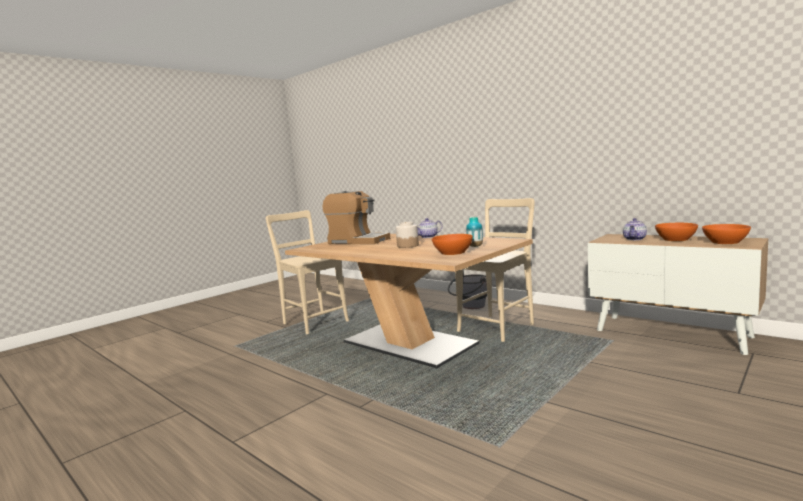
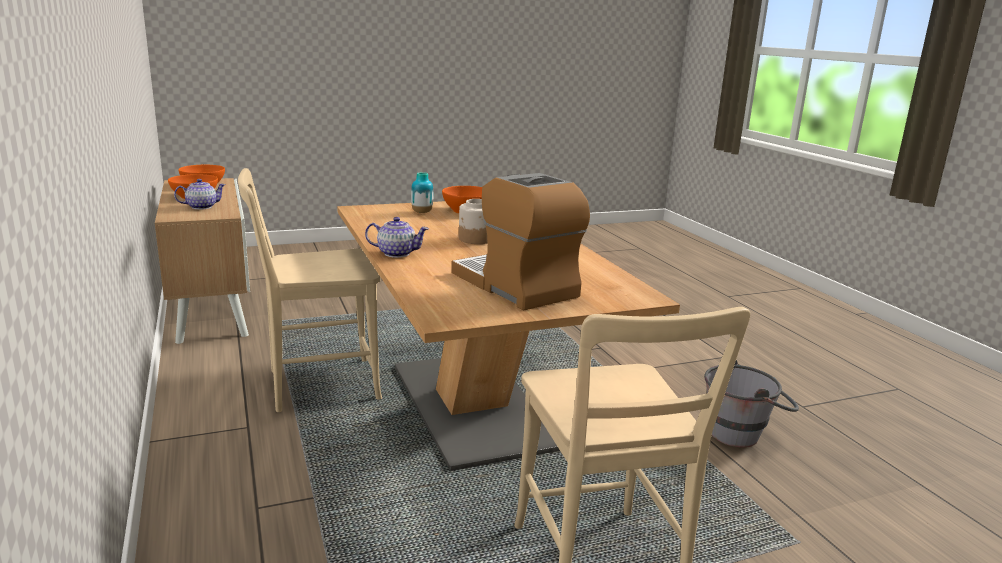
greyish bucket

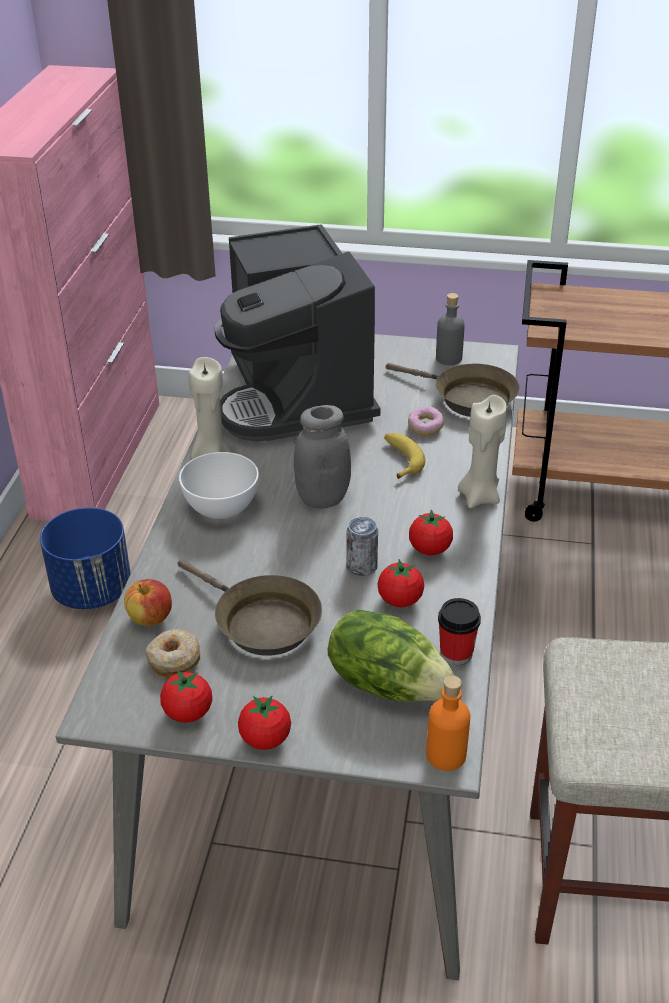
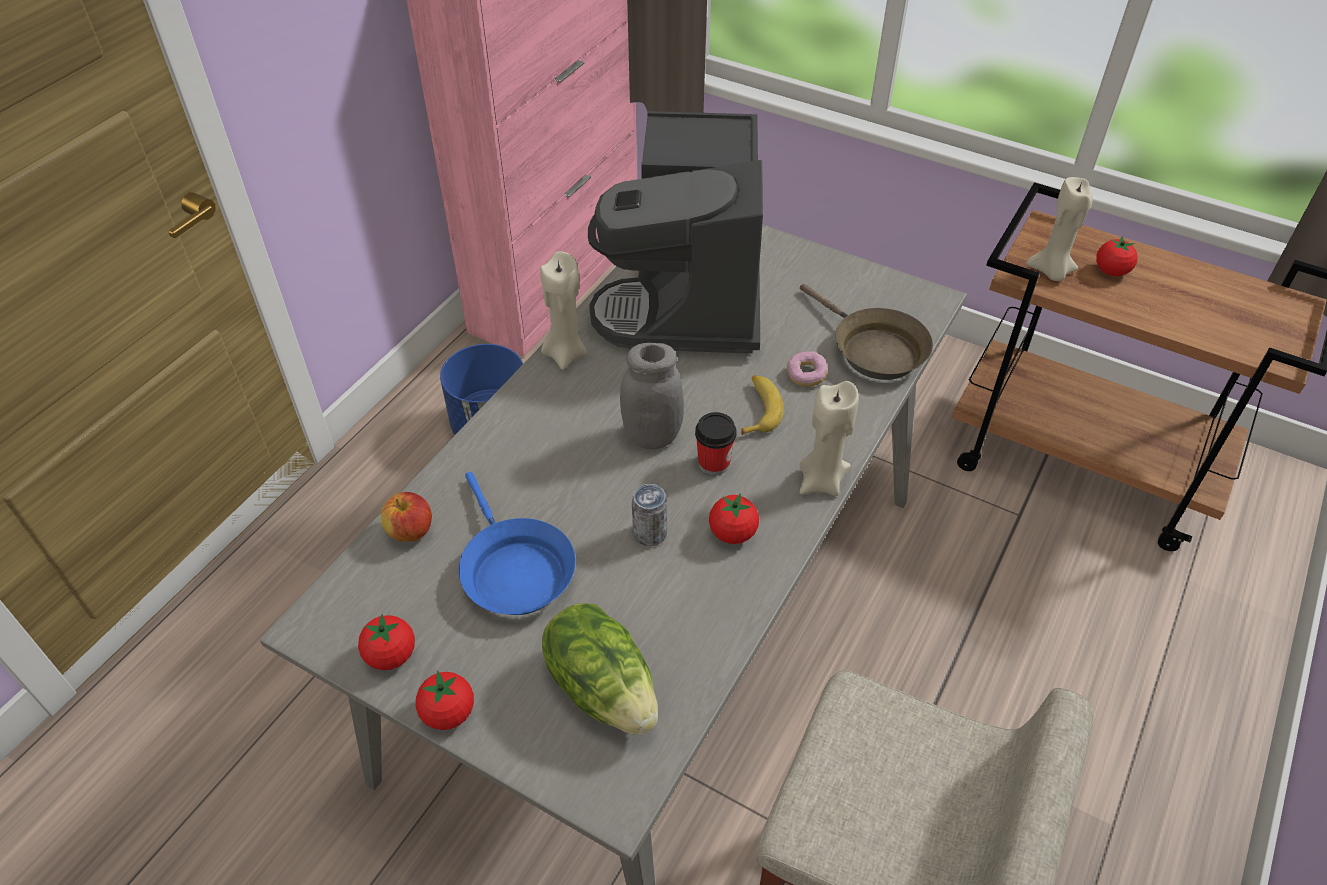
greyish beverage bottle; white serving bowl; blue pan; tomato (4th from left); cup; doughnut (1st from left in the first image); orangey beverage bottle; sand-coloured wax light (3rd from left)

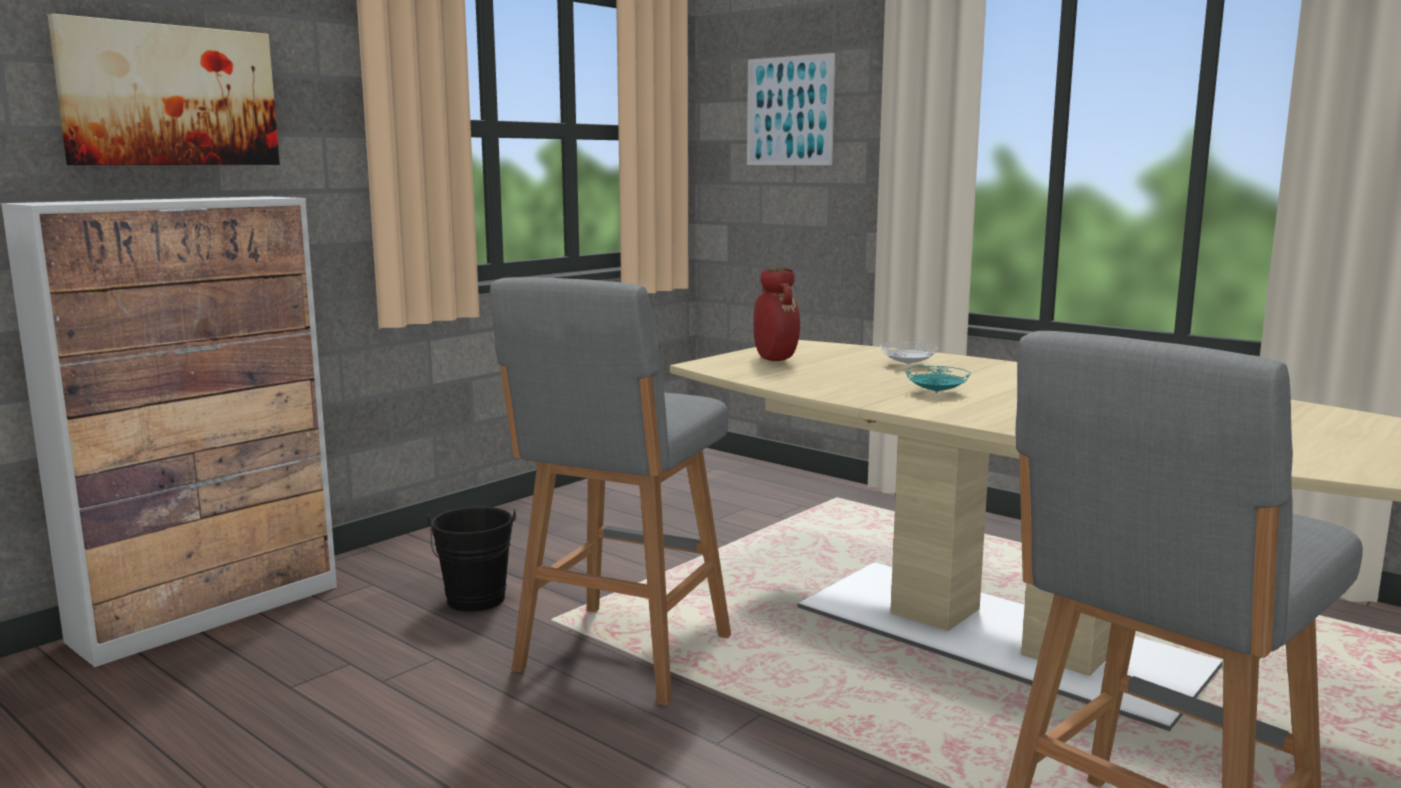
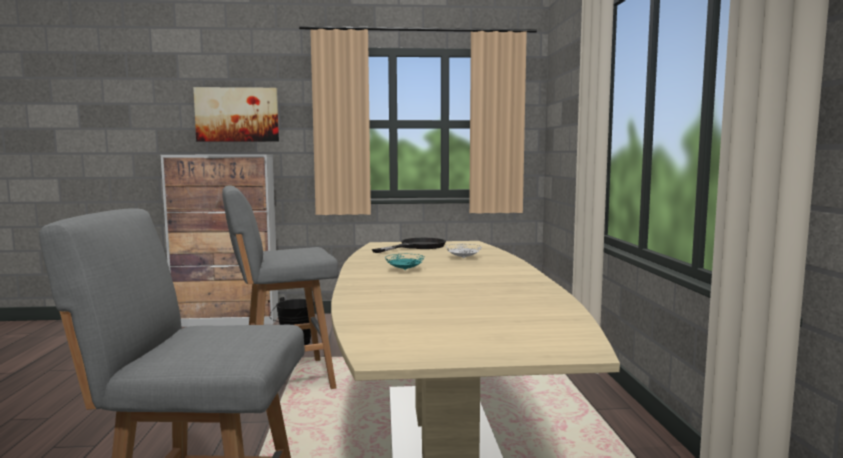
wall art (2nd from left in the first image); black pan

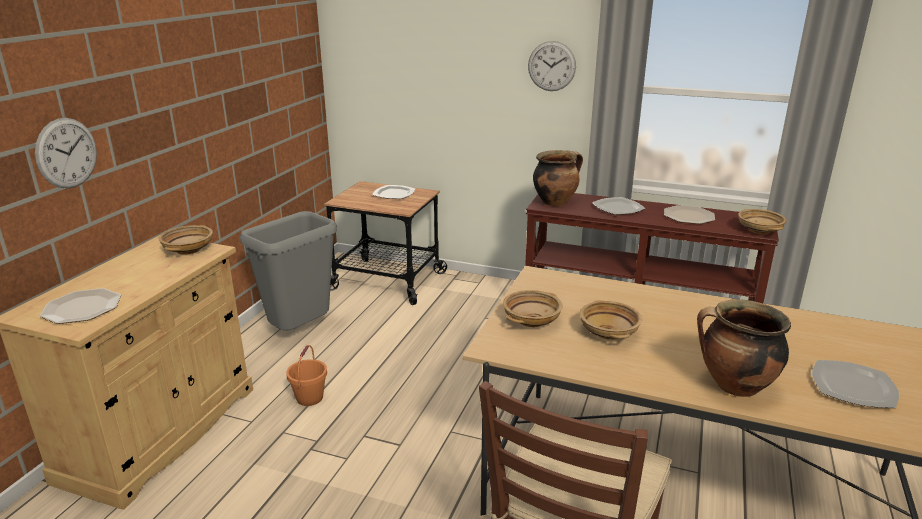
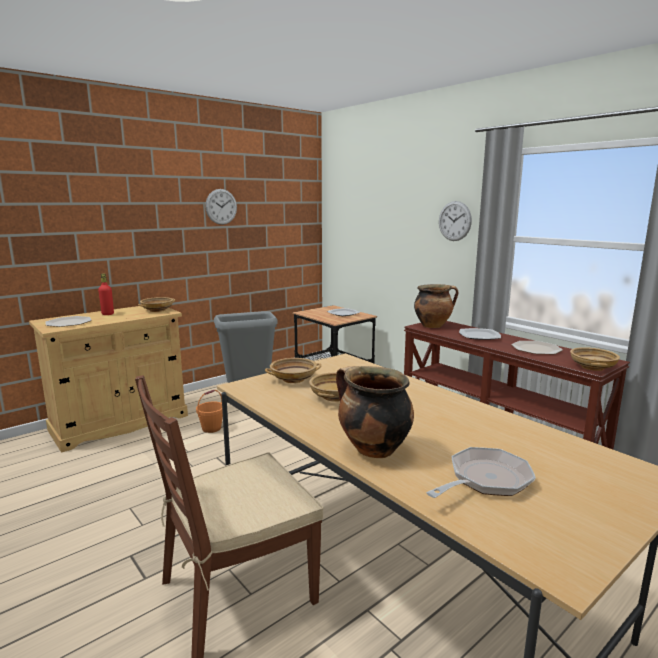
clock on the wall (1st from left); pan; reddish beverage bottle

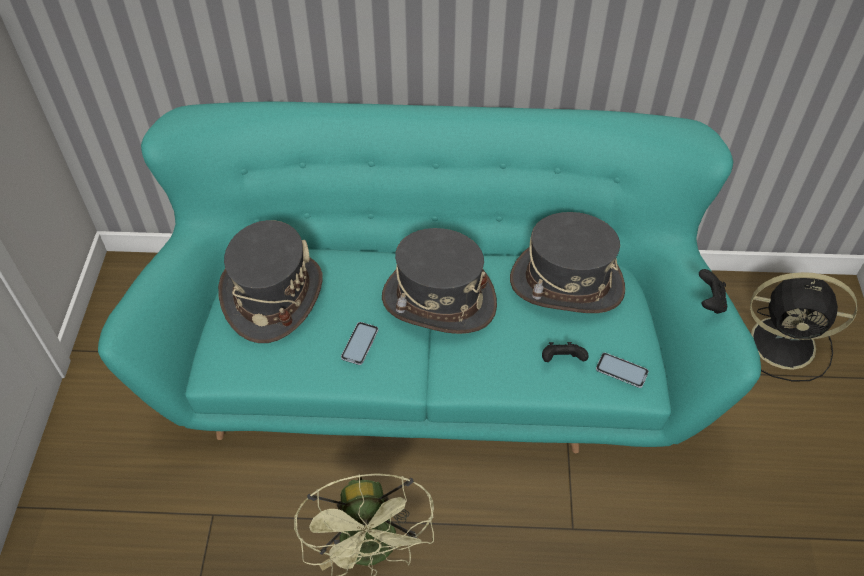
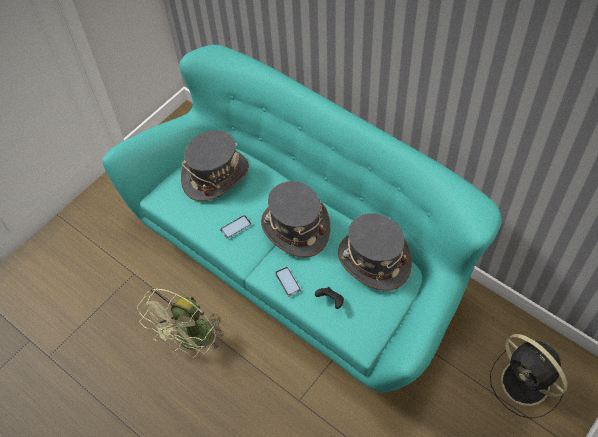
black gamepad (2nd from left in the first image); phone (2nd from left)

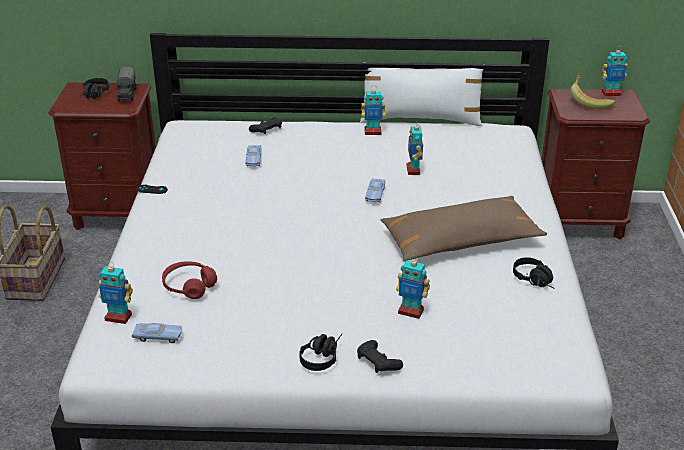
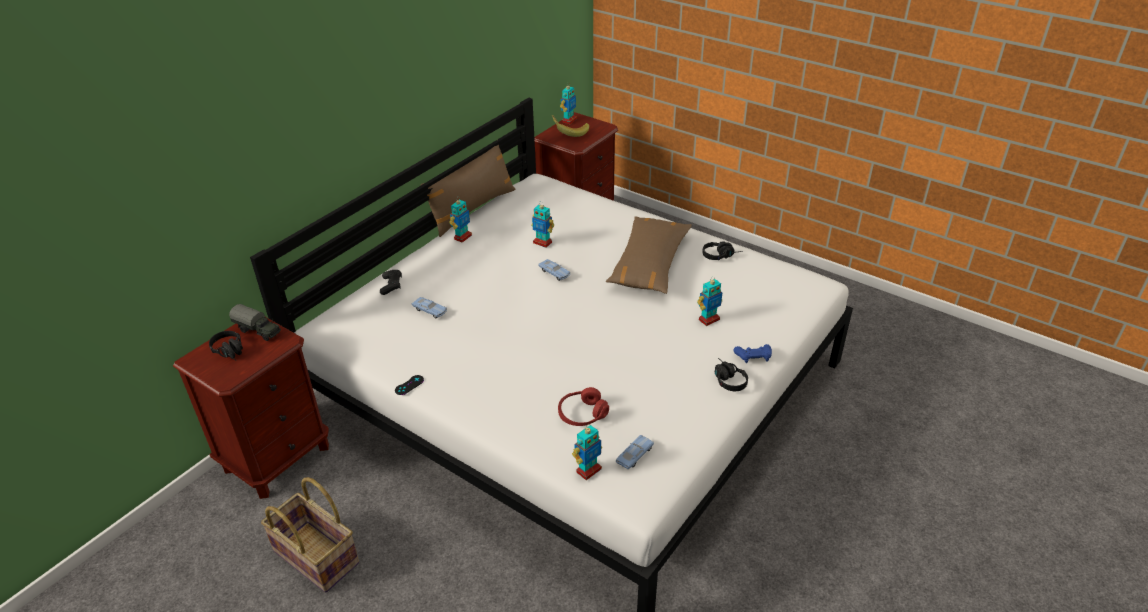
brown throw pillow (1st from left); blue gamepad

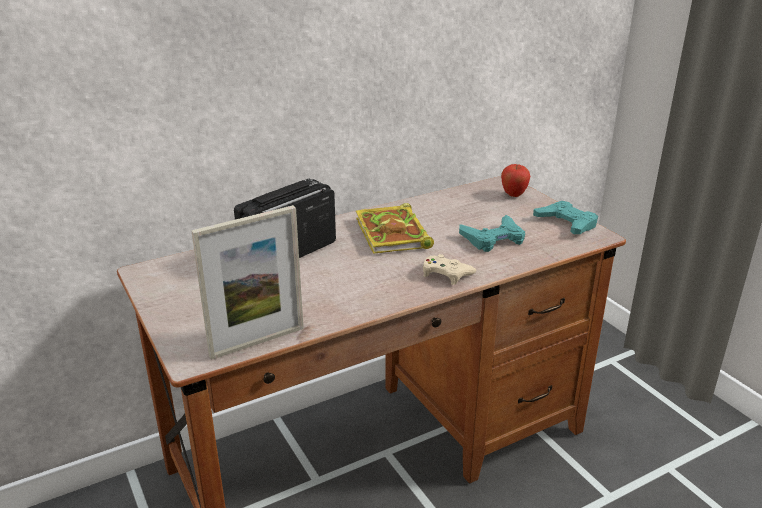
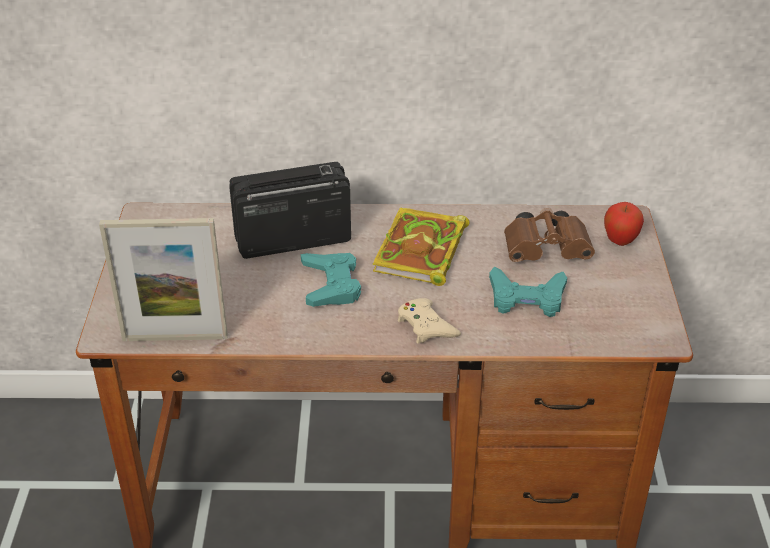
blue-green gamepad (1st from left); brown binoculars

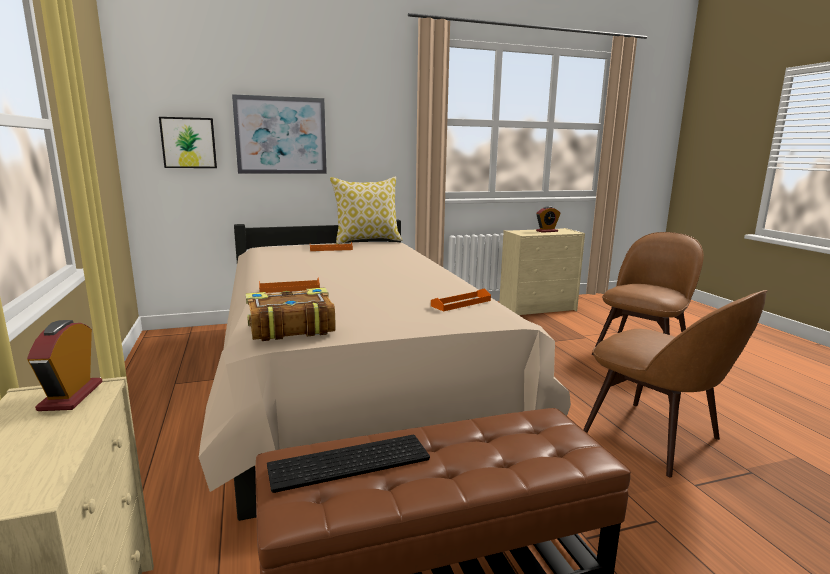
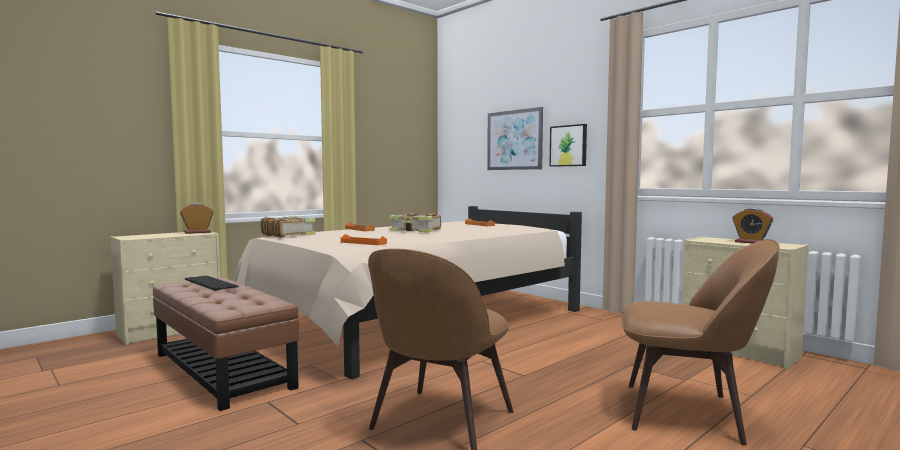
wall art (2nd from left); throw pillow; volume (2nd from left)

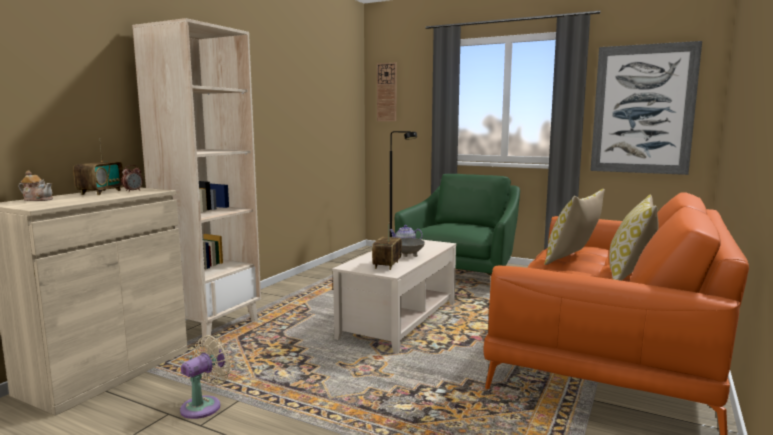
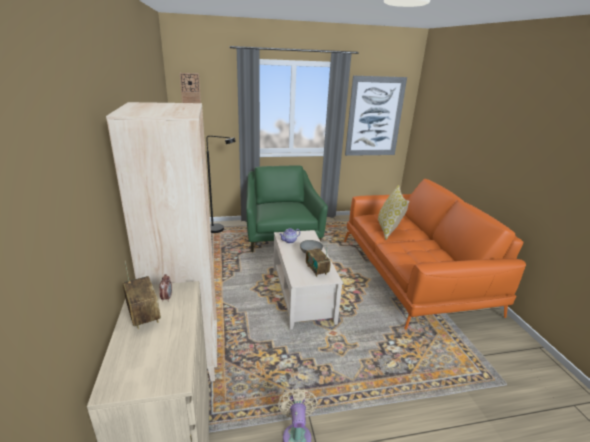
teapot (1st from left in the first image); throw pillow (2nd from left in the first image)

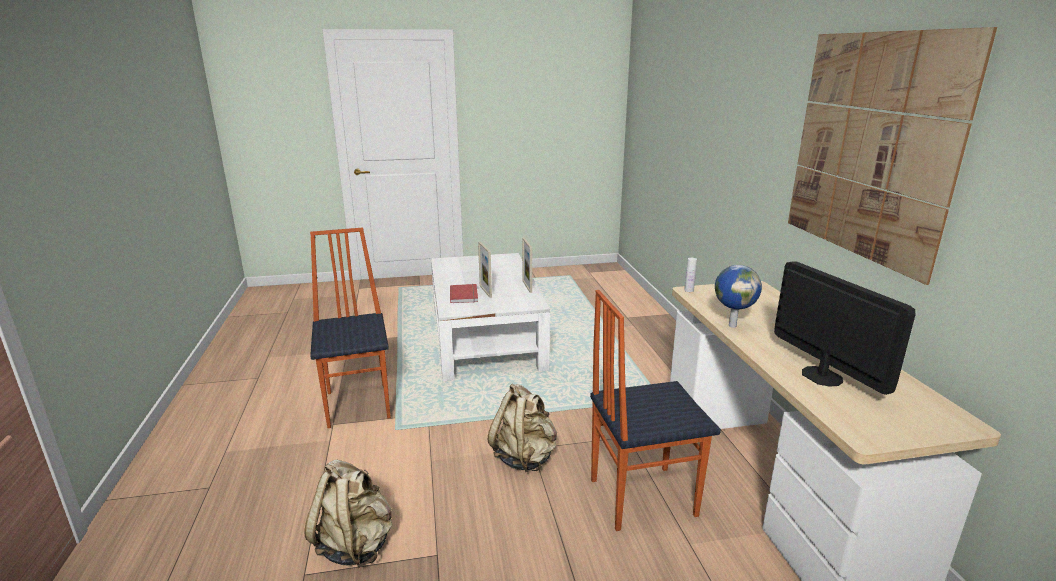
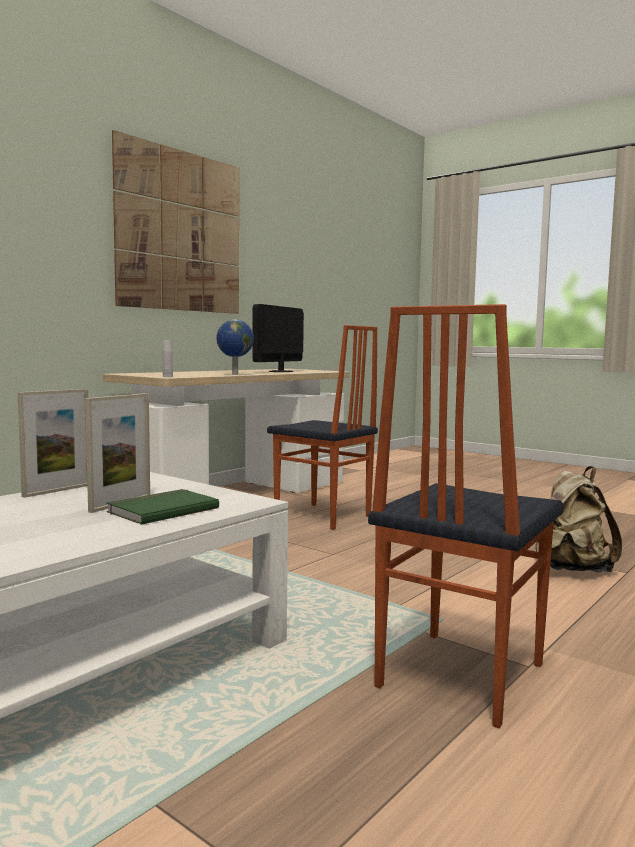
green-coloured volume; sand-coloured backpack (2nd from left in the first image)

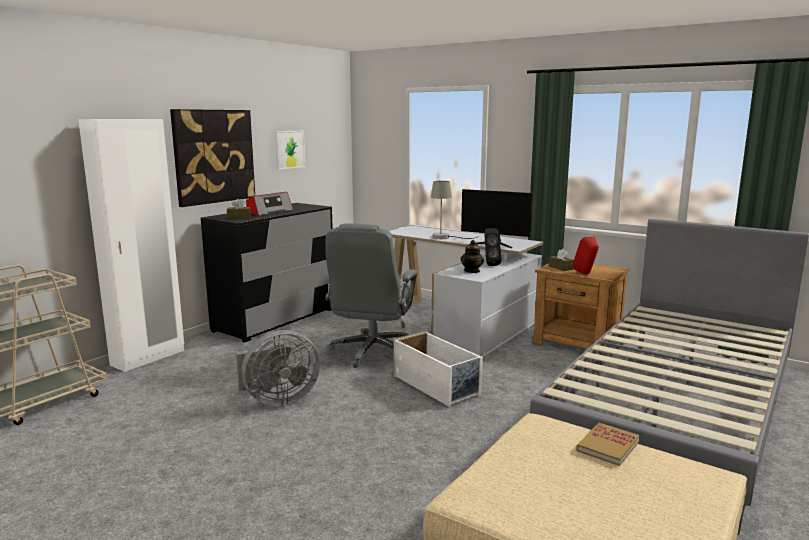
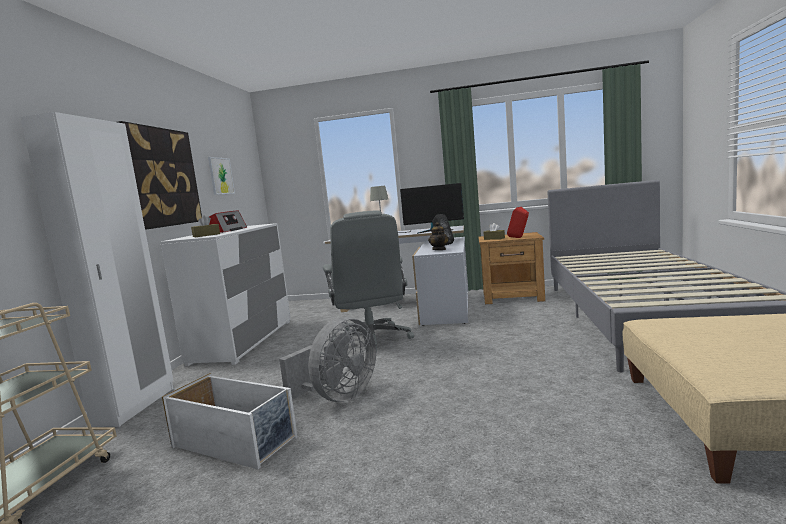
white chest of drawers; white storage container; volume

